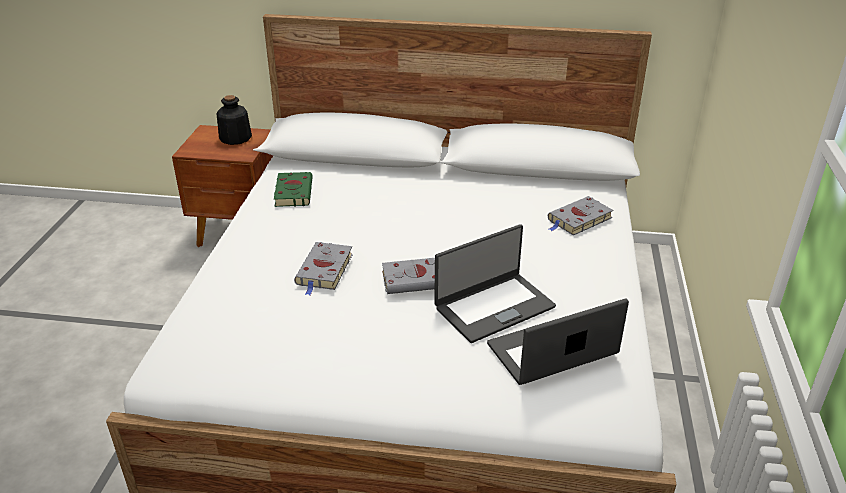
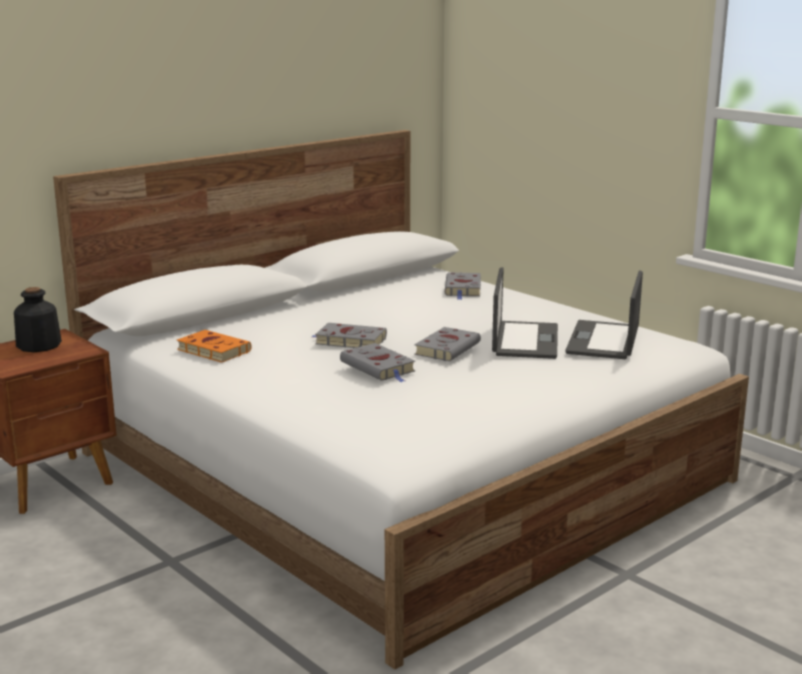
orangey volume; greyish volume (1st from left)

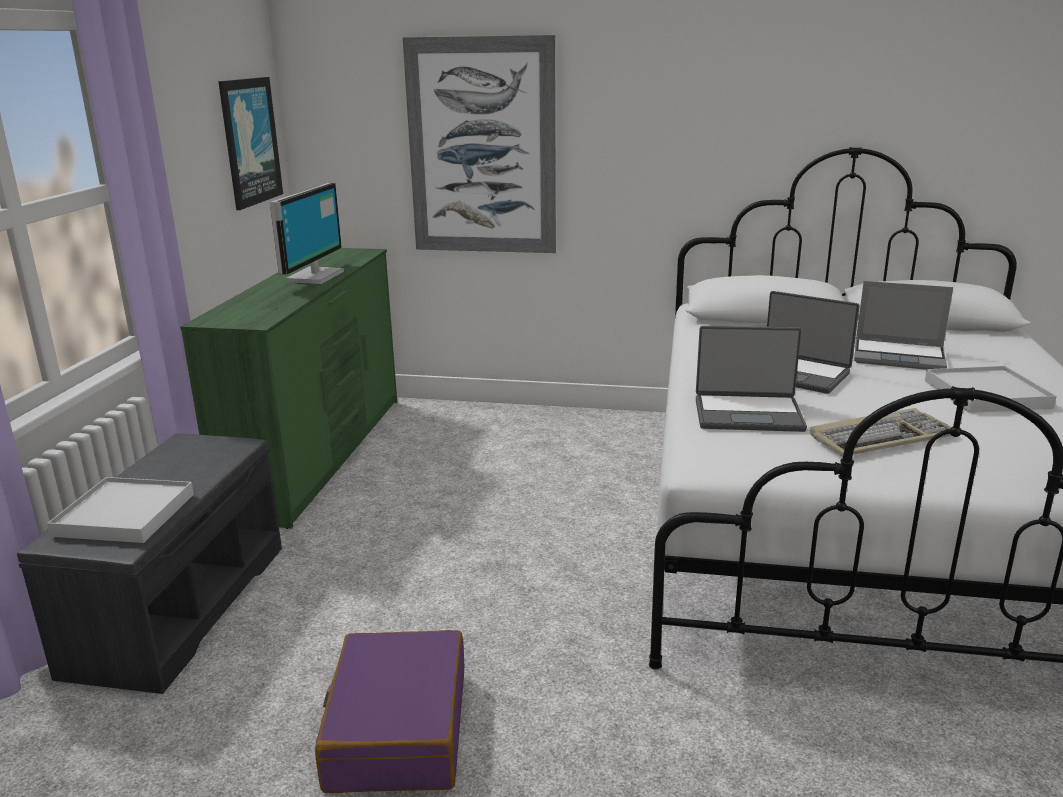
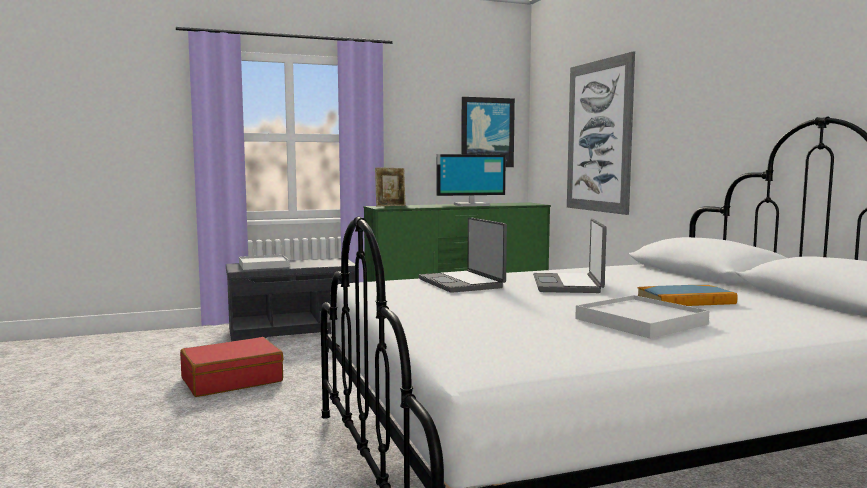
volume; computer keyboard; reddish piece of luggage; standing frame

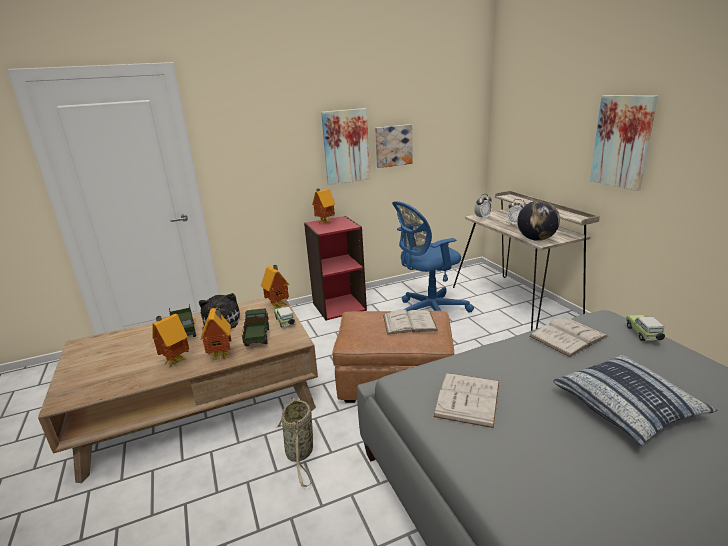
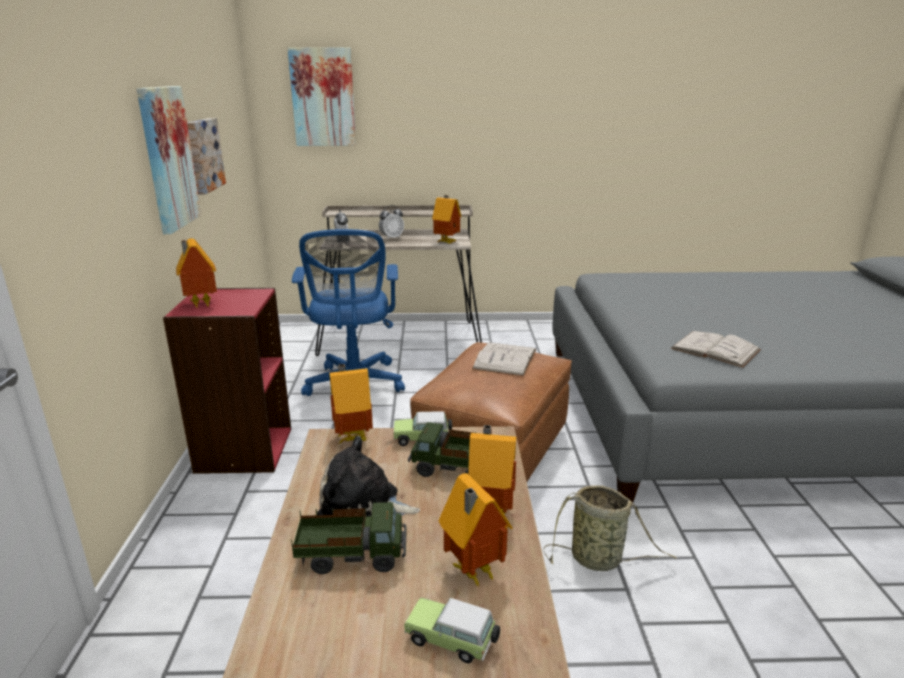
wall art (3rd from left); model house (3rd from left); toy car (2nd from left); white volume (3rd from left in the first image); throw pillow

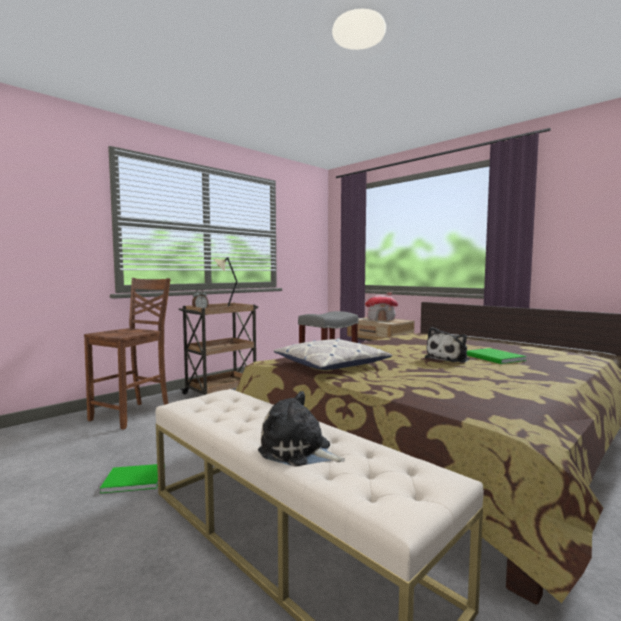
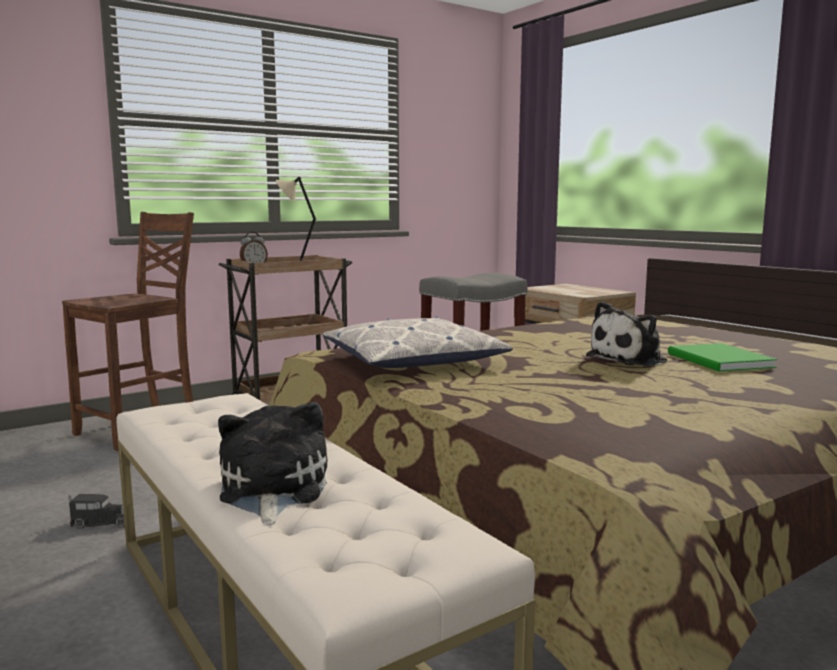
model house; soft toy (1st from left); toy lorry

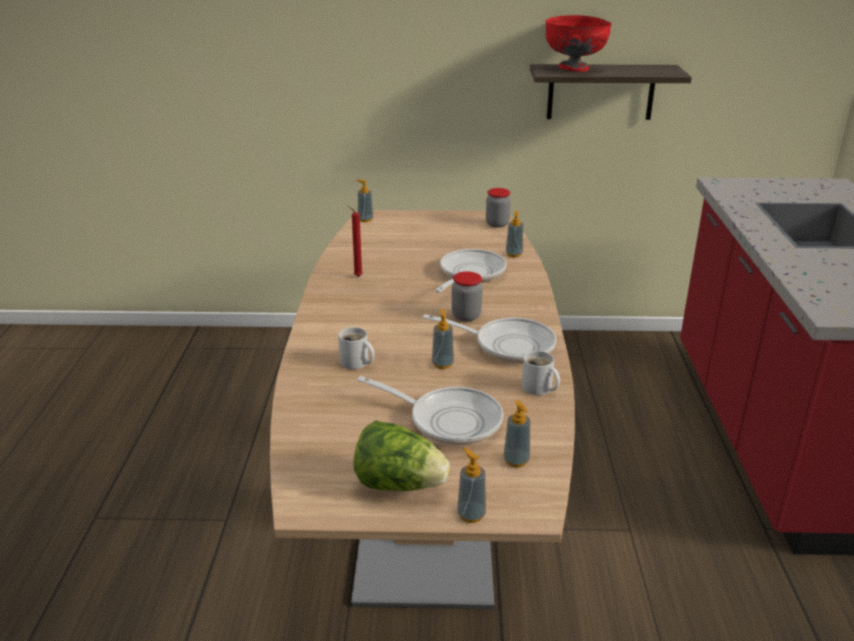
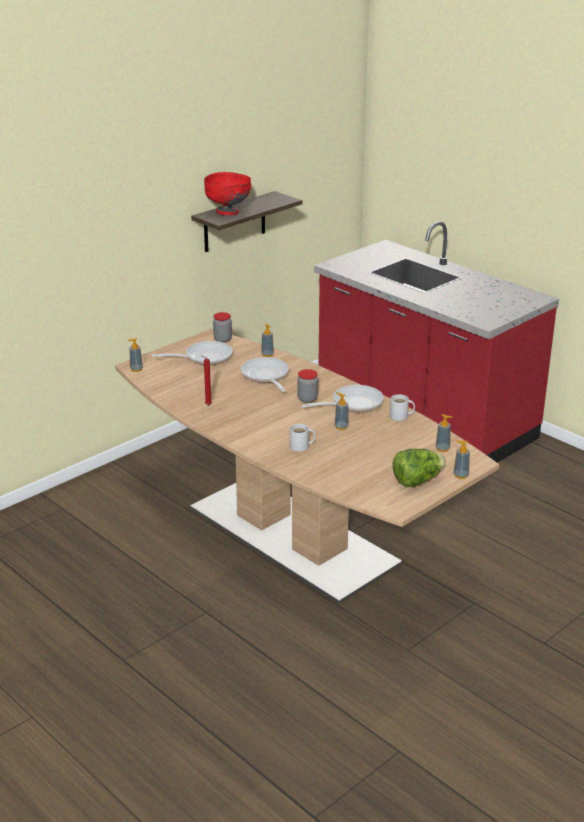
pan (1st from left)

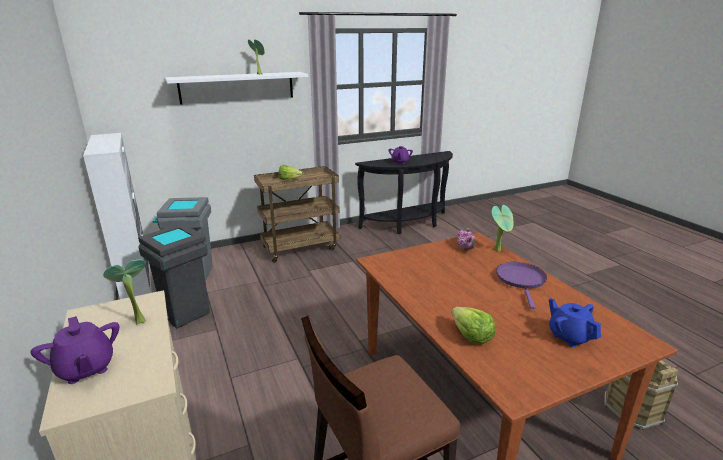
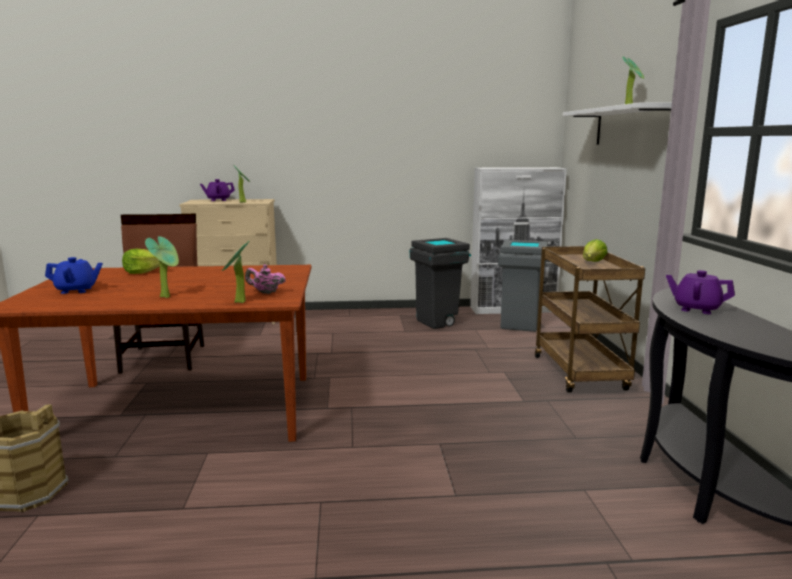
houseplant (1st from left)

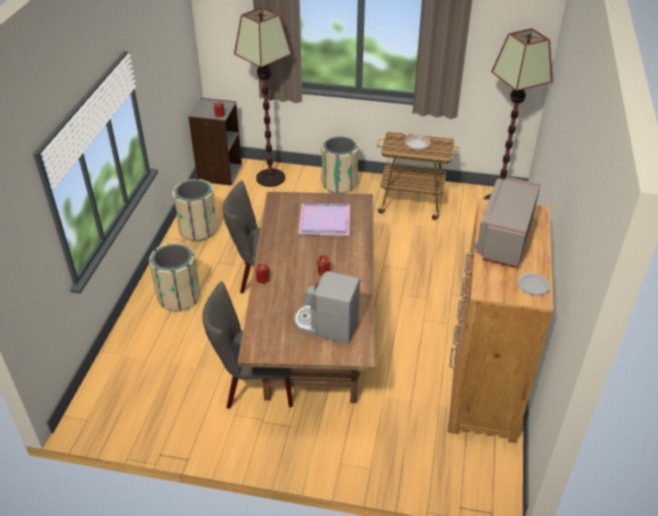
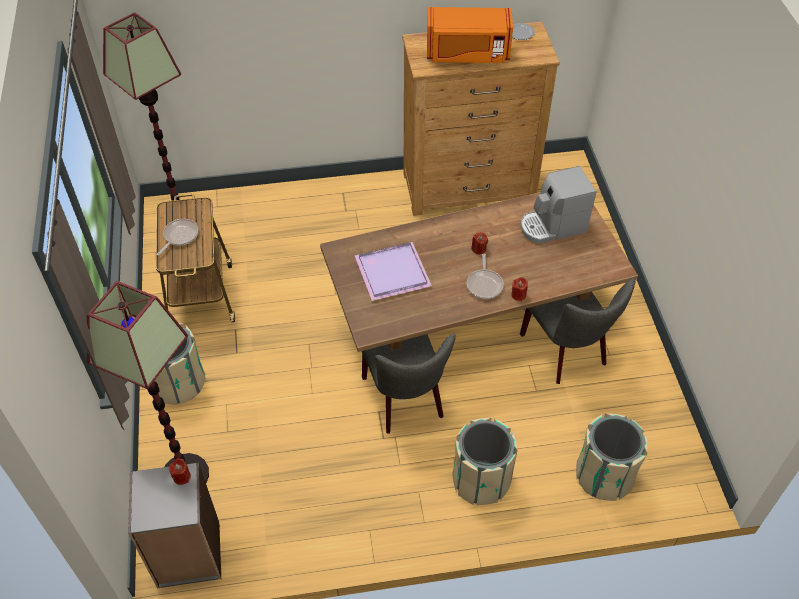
orangey kitchen microwave; sand-coloured rubbish bin (3rd from left); coffee machine; pan (2nd from left)

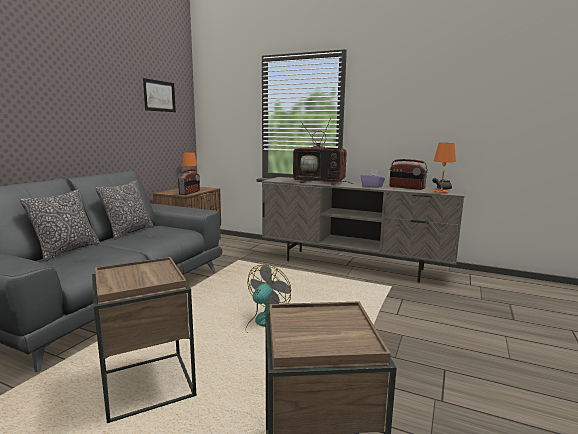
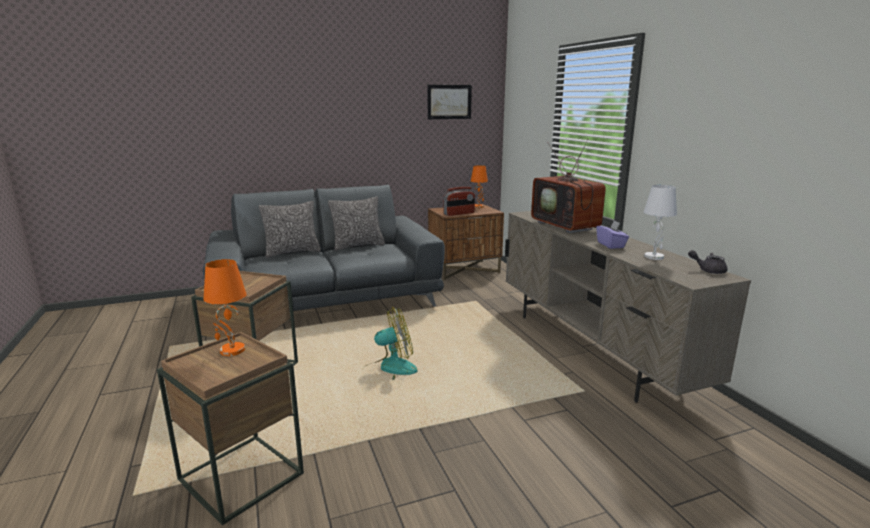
orangey tabletop lamp (1st from left); white tabletop lamp

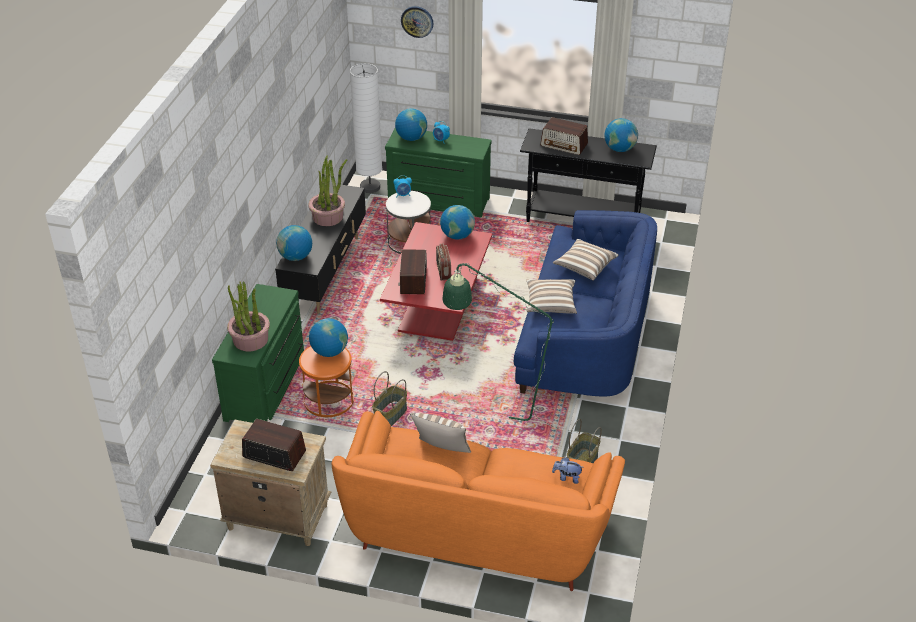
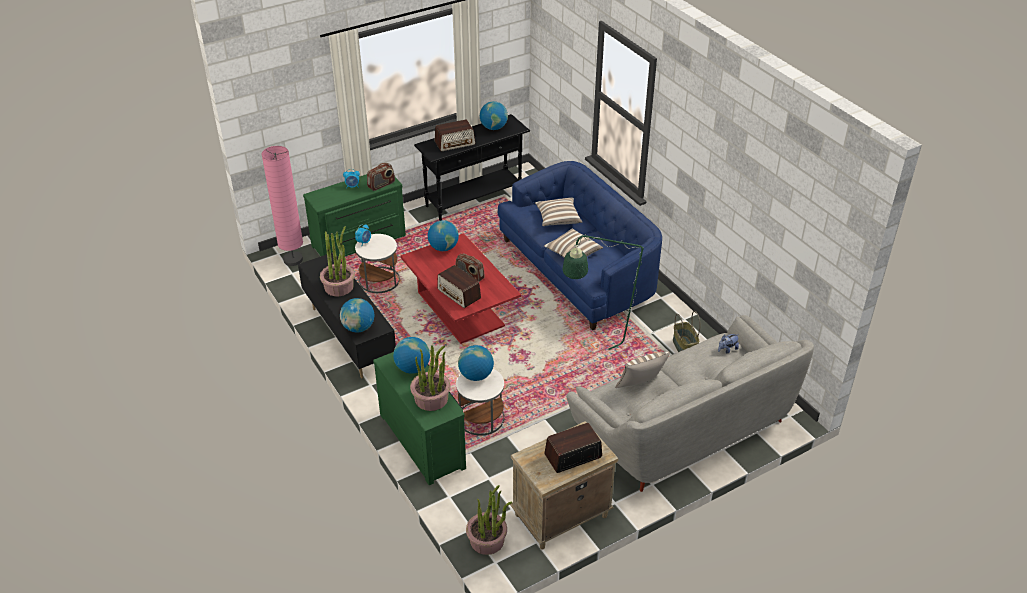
clock on the wall; pink-coloured floor lamp; world globe (2nd from left); white accent table (2nd from left); household basket (1st from left in the first image); greyish couch; radio receiver (1st from left); houseplant (3rd from left)

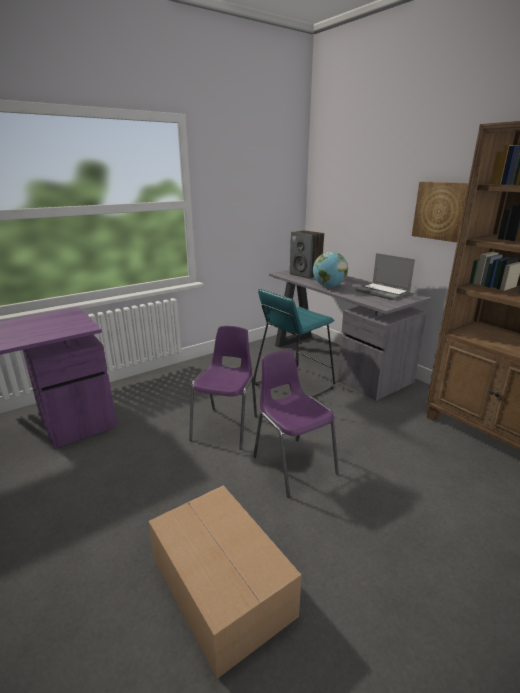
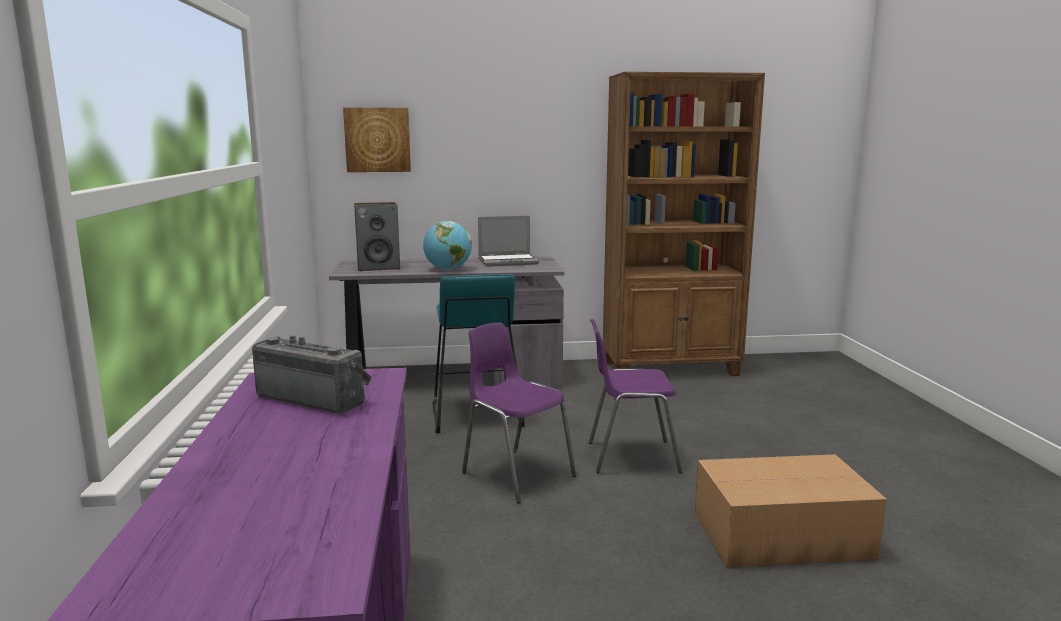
wall art; radio receiver

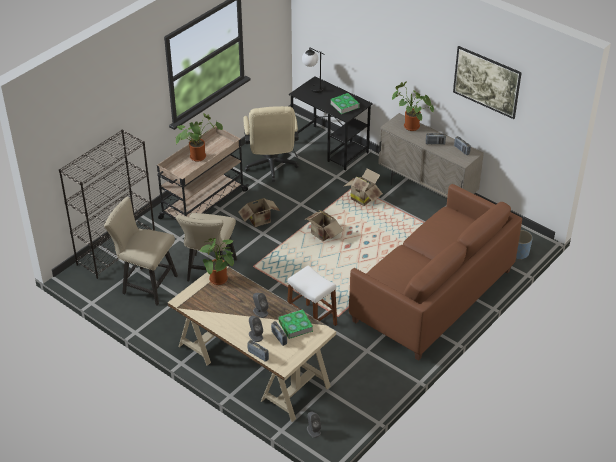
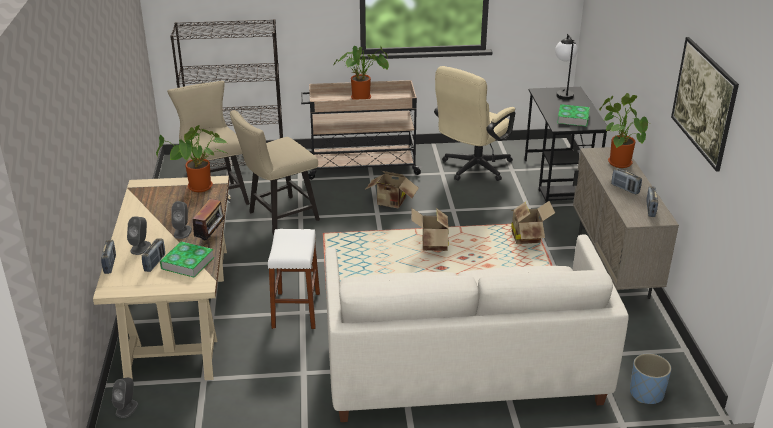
white couch; radio receiver (3rd from left)

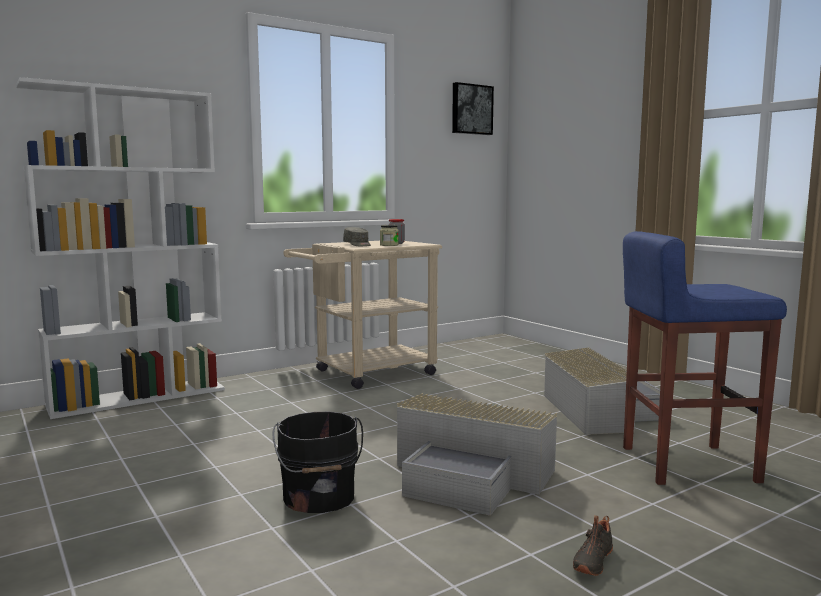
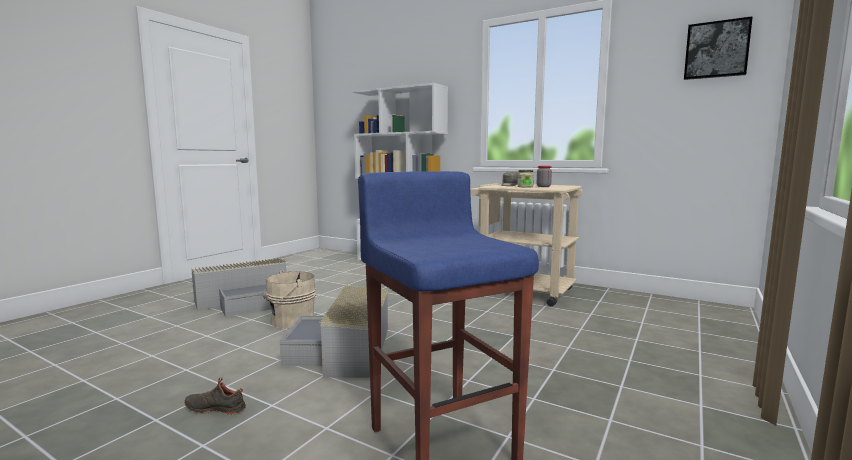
greyish storage container (1st from left); sand-coloured bucket

